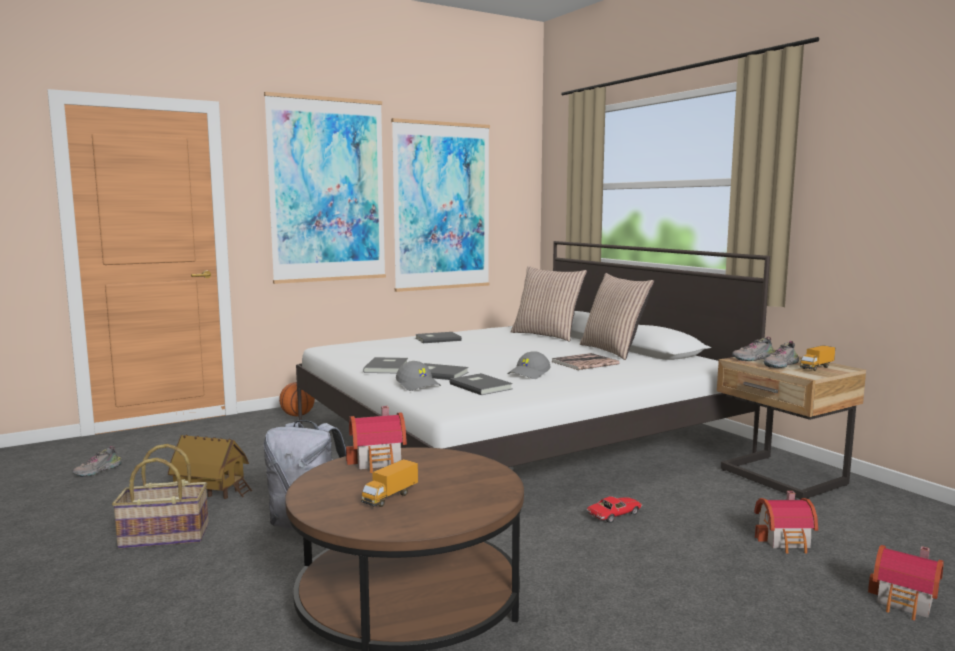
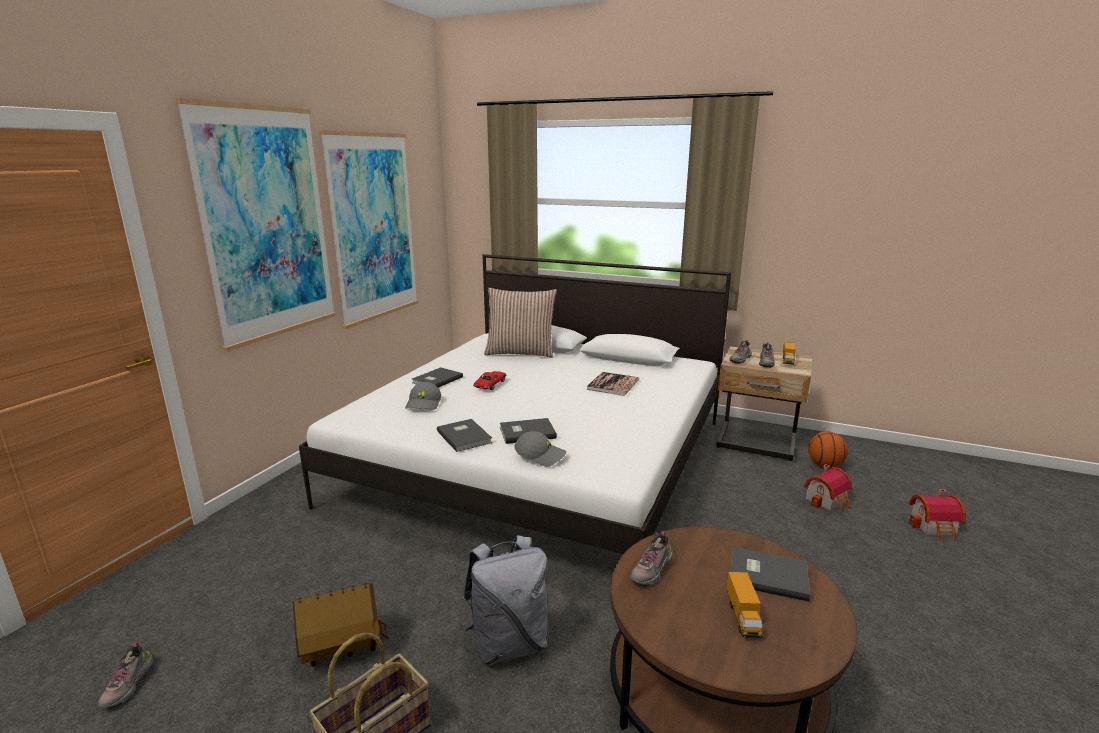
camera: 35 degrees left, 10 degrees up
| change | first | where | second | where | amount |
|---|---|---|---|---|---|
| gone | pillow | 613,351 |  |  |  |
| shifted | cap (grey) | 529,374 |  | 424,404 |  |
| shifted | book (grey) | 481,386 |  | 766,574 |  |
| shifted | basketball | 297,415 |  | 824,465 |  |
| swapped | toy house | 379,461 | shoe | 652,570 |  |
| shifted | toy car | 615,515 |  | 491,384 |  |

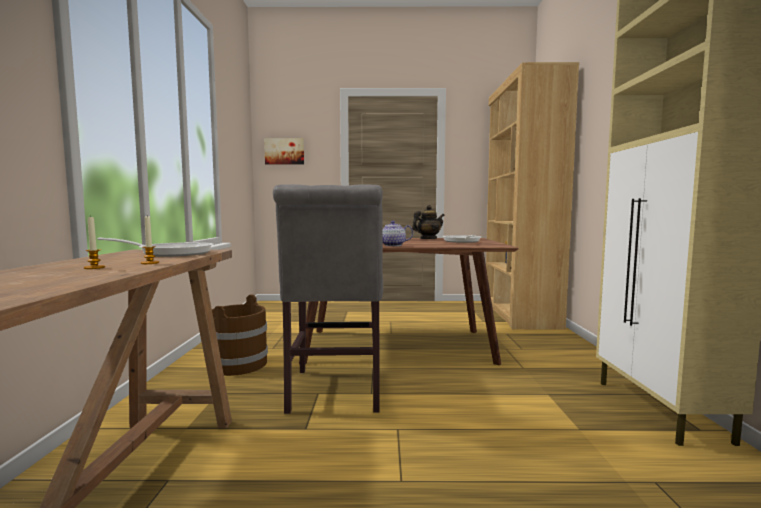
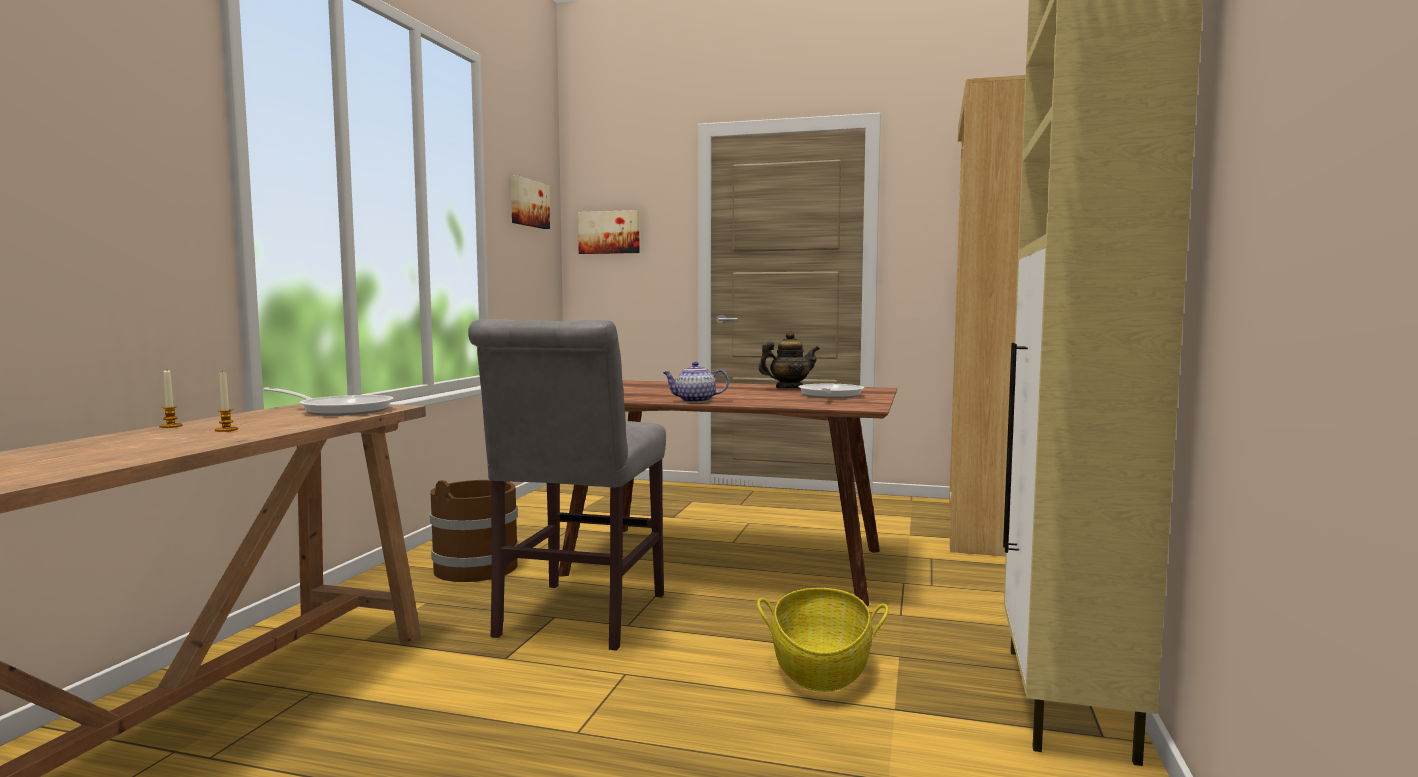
camera: 15 degrees right, 0 degrees up
| change | first | where | second | where | amount |
|---|---|---|---|---|---|
| shifted | candle | 150,263 |  | 171,426 |  |
| new |  |  | picture | 528,203 |  |
| new |  |  | basket | 821,667 |  |

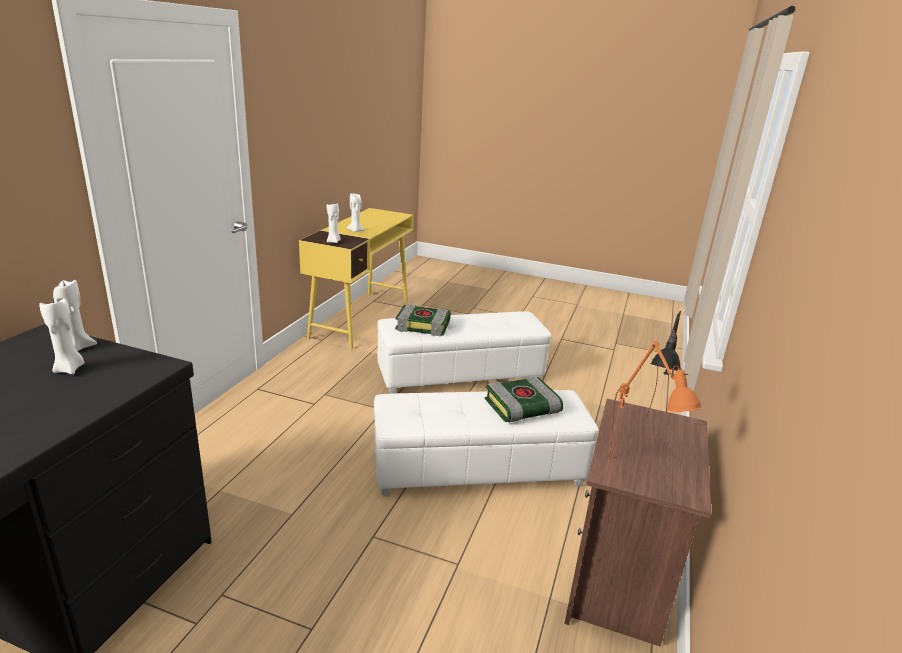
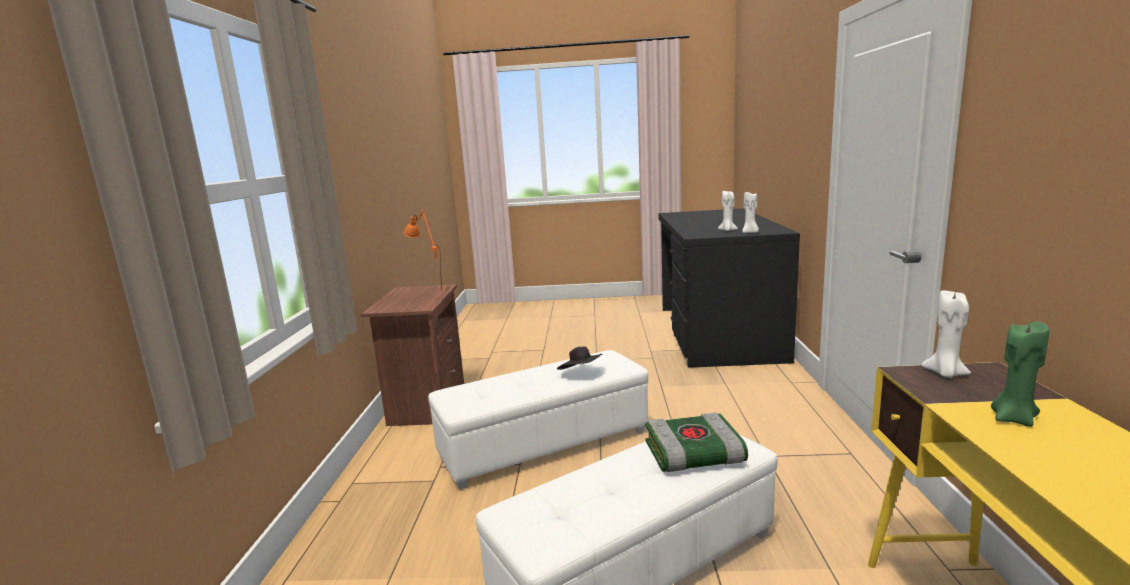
camera: 165 degrees right, 10 degrees down
| change | first | where | second | where | amount |
|---|---|---|---|---|---|
| repainted | candle (white) | 355,231 | candle (green) | 1013,419 |  |
| gone | table lamp (black) | 651,433 |  |  |  |
| gone | book | 521,408 |  |  |  |
| new |  |  | hat (black) | 581,373 |  |

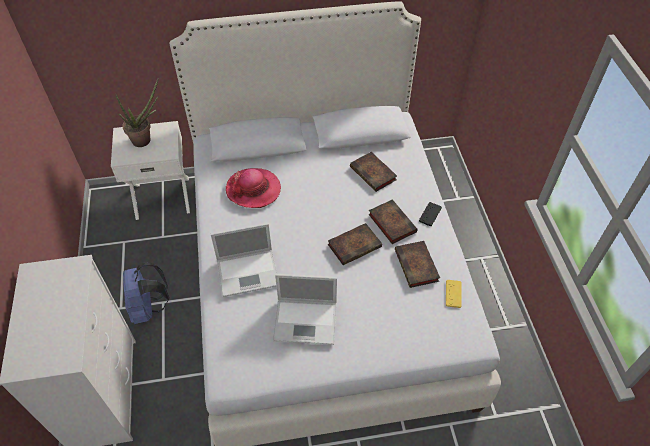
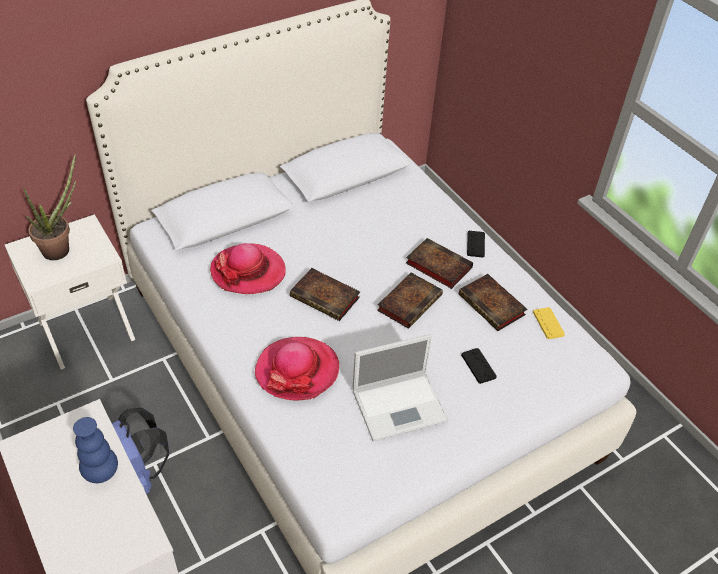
camera: 25 degrees left, 5 degrees down
| change | first | where | second | where | amount |
|---|---|---|---|---|---|
| shifted | book | 374,174 |  | 326,297 |  |
| swapped | laptop | 249,272 | hat | 297,370 |  |
| new |  |  | game controller (black) | 478,366 |  |
| new |  |  | vase (blue) | 101,472 |  |

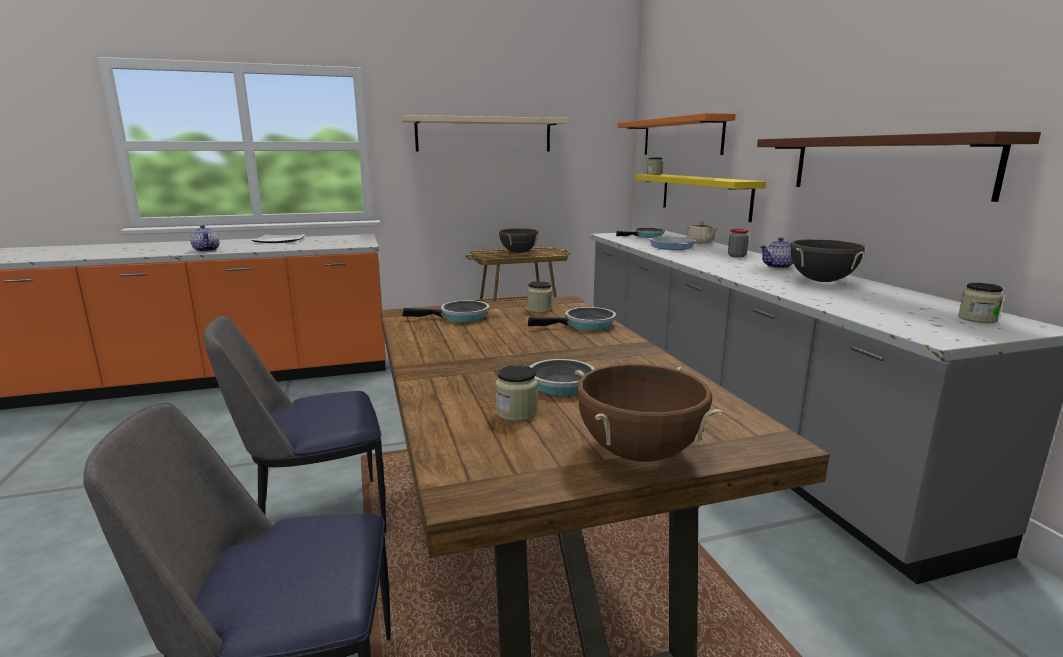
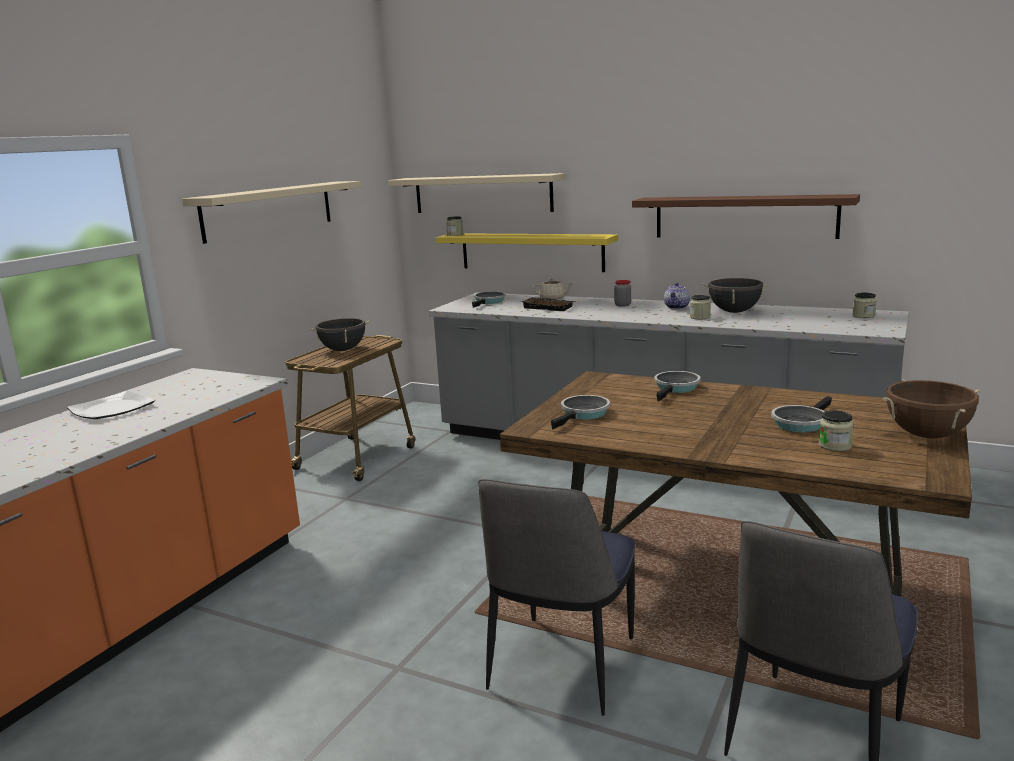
camera: 45 degrees left, 0 degrees up
| change | first | where | second | where | amount |
|---|---|---|---|---|---|
| repainted | shelf (orange) | 681,137 | shelf (beige) | 482,194 |  |
| gone | teapot | 207,250 |  |  |  |
| swapped | frying pan | 672,246 | tray (black) | 549,307 |  |
| shifted | jar | 539,309 |  | 700,317 |  |

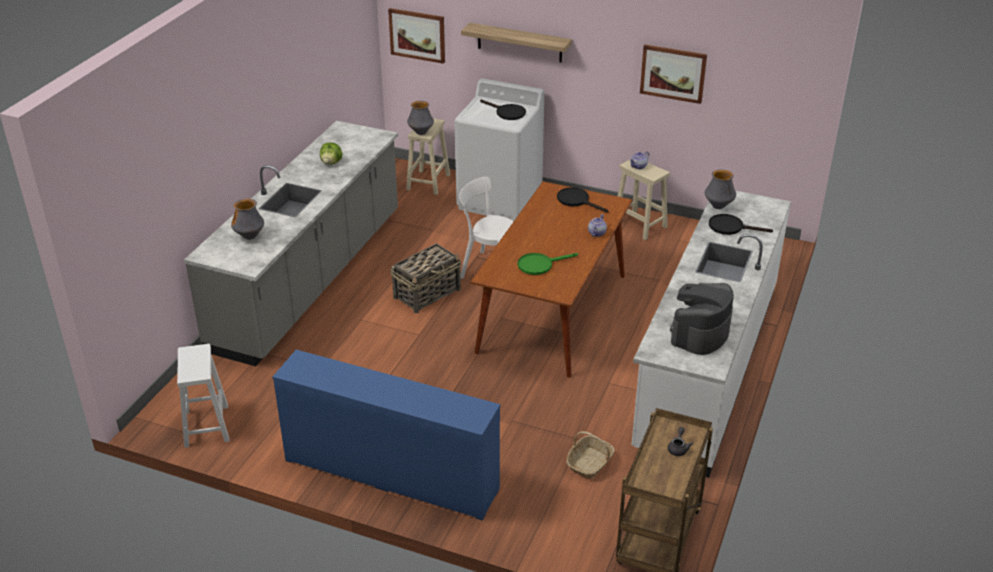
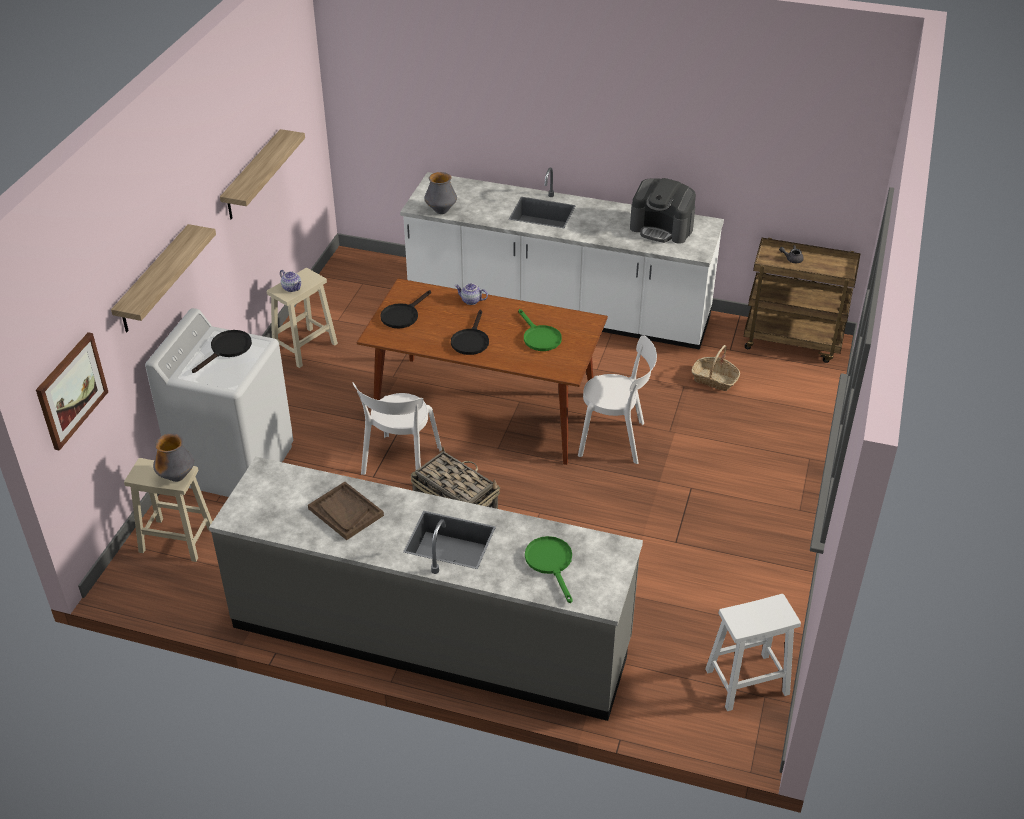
camera: 95 degrees left, 5 degrees up
| change | first | where | second | where | amount |
|---|---|---|---|---|---|
| swapped | picture | 673,73 | shelf | 253,176 |  |
| swapped | lettuce | 331,163 | tray (brown) | 345,512 |  |
| swapped | vase | 249,237 | frying pan (green) | 551,563 |  |
| shifted | frying pan (black) | 731,227 |  | 471,340 |  |
| gone | dresser (blue) | 391,474 |  |  |  |
| new |  |  | chair (white) | 615,440 |  |

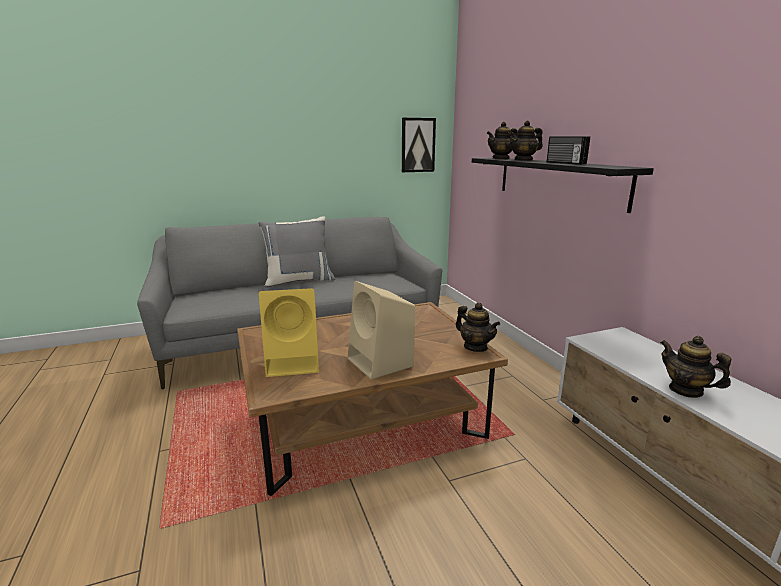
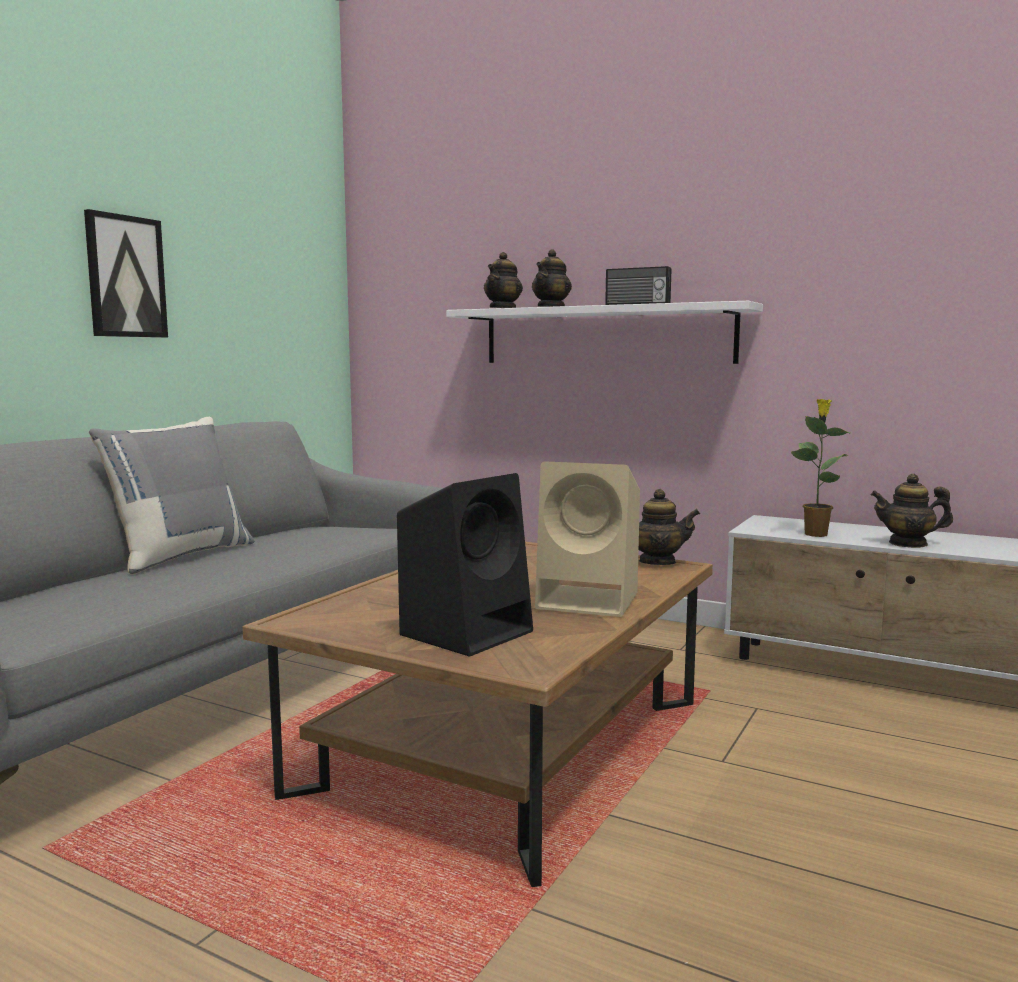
camera: 40 degrees left, 10 degrees down
| change | first | where | second | where | amount |
|---|---|---|---|---|---|
| shifted | picture | 417,145 |  | 125,277 |  |
| repainted | shelf (black) | 557,181 | shelf (white) | 605,335 |  |
| repainted | speaker (yellow) | 295,362 | speaker (black) | 468,632 |  |
| new |  |  | potted plant | 816,534 |  |

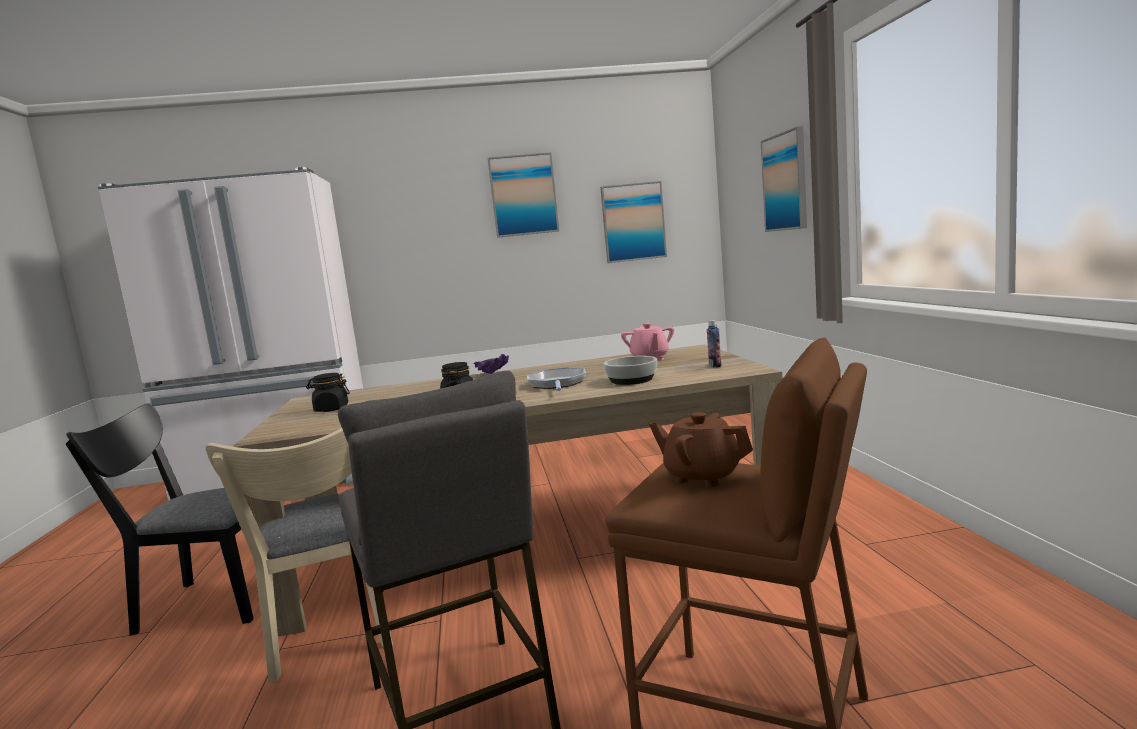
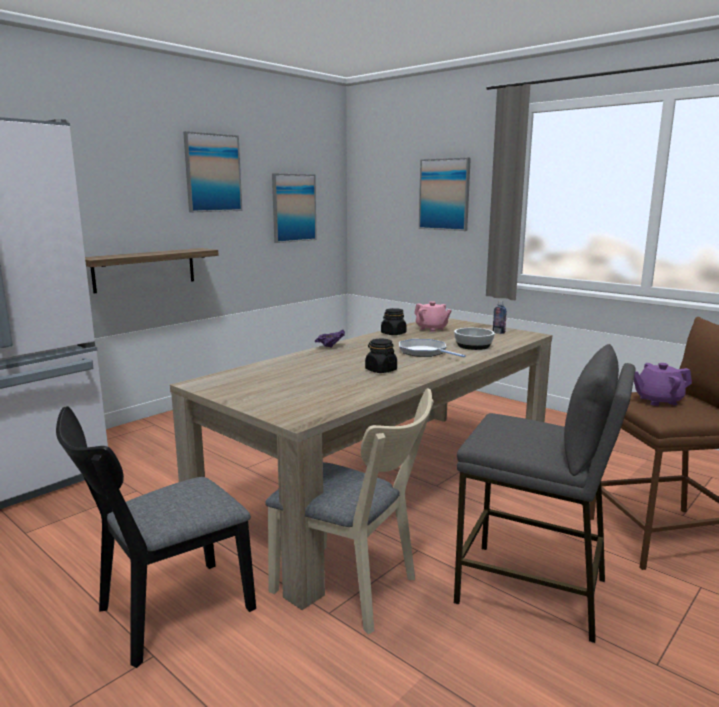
camera: 40 degrees left, 5 degrees up
| change | first | where | second | where | amount |
|---|---|---|---|---|---|
| shifted | jar (black) | 331,409 |  | 393,333 |  |
| repainted | teapot (brown) | 702,476 | teapot (purple) | 657,400 |  |
| new |  |  | shelf | 145,269 |  |

